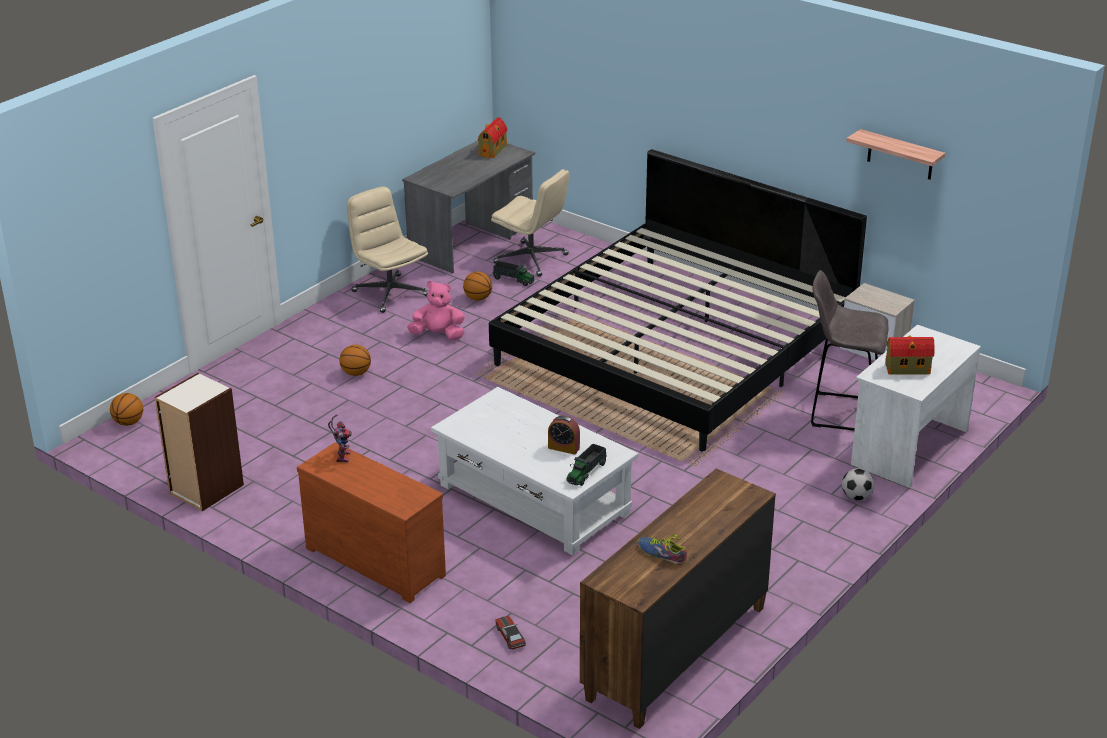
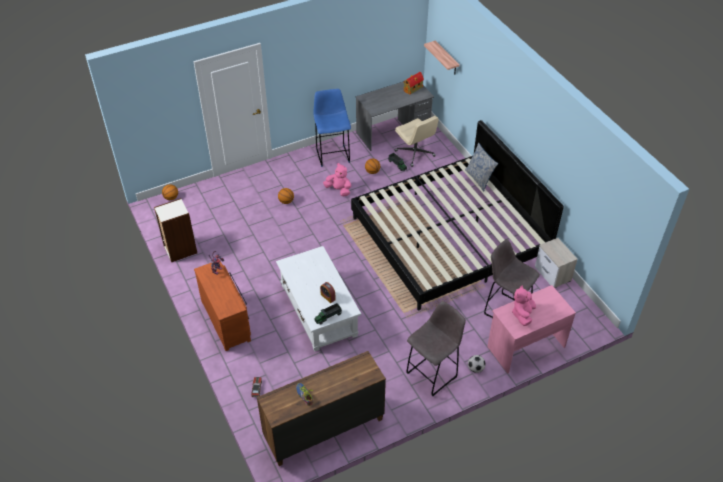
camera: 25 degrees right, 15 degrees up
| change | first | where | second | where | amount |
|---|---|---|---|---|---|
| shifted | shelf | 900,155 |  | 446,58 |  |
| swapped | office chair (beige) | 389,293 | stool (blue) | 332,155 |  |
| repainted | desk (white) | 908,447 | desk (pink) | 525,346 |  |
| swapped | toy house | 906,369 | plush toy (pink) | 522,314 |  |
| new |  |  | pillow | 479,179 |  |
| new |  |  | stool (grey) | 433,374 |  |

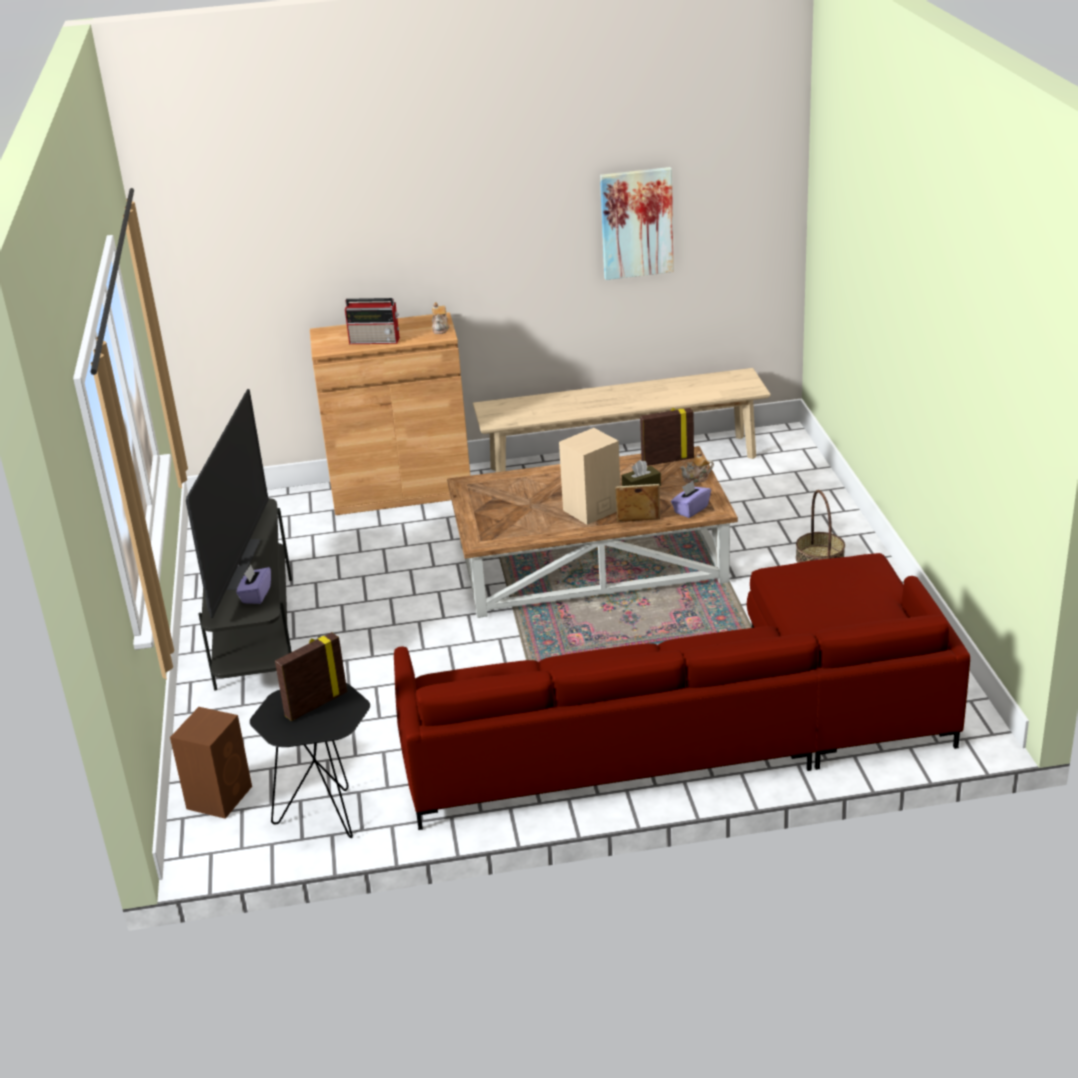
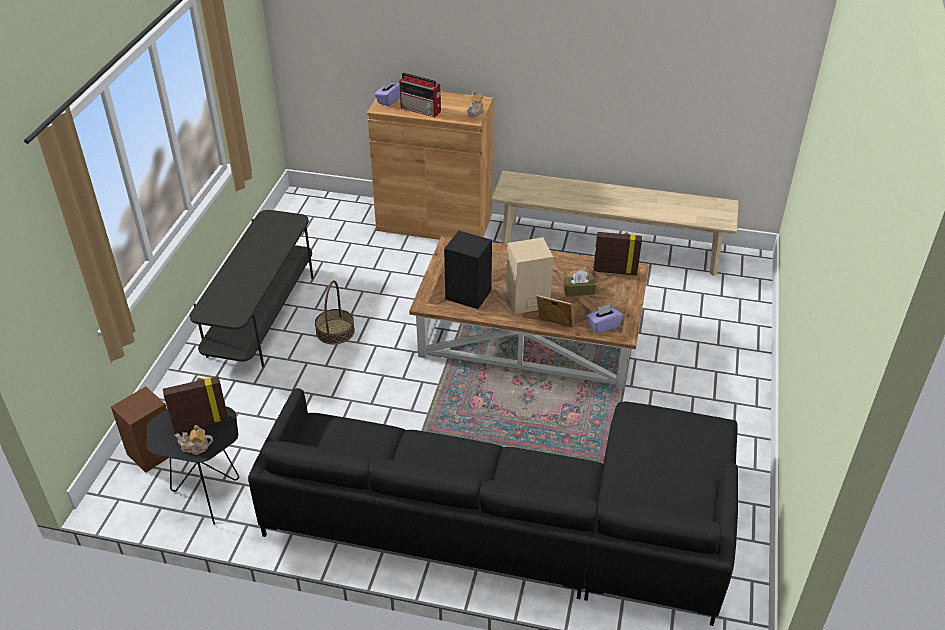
camera: 20 degrees right, 10 degrees up
| change | first | where | second | where | amount |
|---|---|---|---|---|---|
| gone | picture | 636,223 |  |  |  |
| gone | television | 240,565 |  |  |  |
| shifted | teapot | 697,478 |  | 195,447 |  |
| shifted | basket | 819,558 |  | 335,331 |  |
| repainted | sofa (red) | 701,726 | sofa (black) | 520,521 |  |
| shifted | tissue box (purple) | 256,595 |  | 389,100 |  |
| new |  |  | speaker (black) | 469,295 |  |

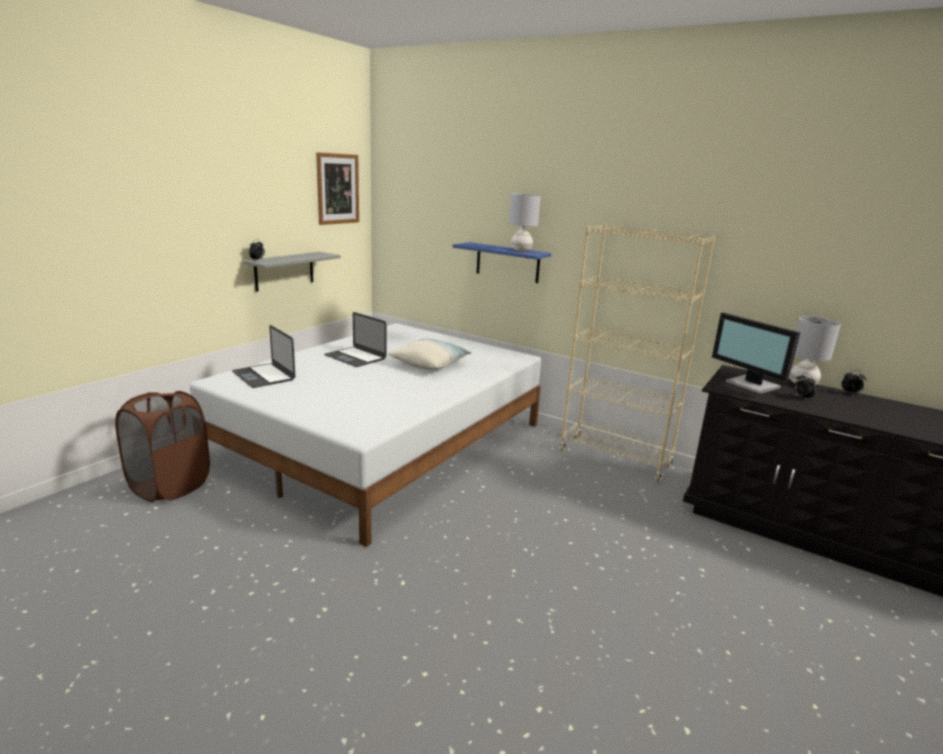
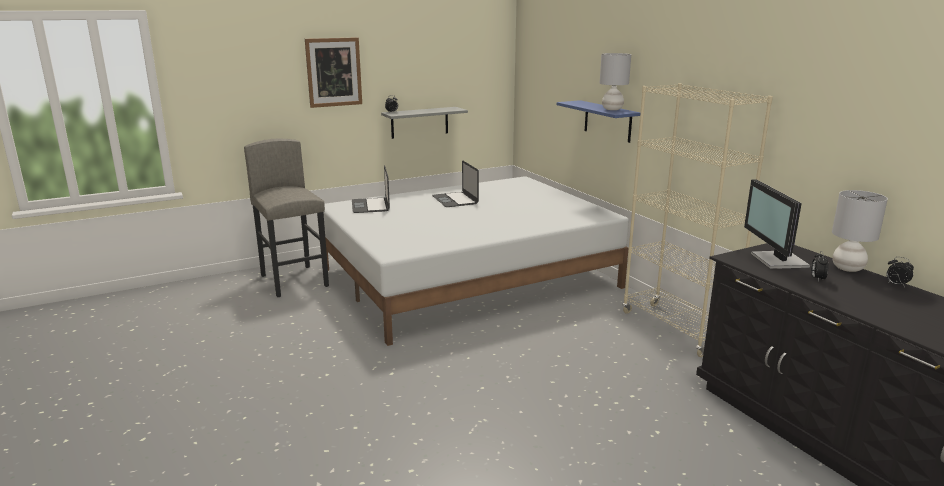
camera: 30 degrees right, 0 degrees up
| change | first | where | second | where | amount |
|---|---|---|---|---|---|
| shifted | picture | 338,189 |  | 334,72 |  |
| gone | pillow | 430,364 |  |  |  |
| swapped | laundry basket (brown) | 170,486 | stool (grey) | 294,281 |  |

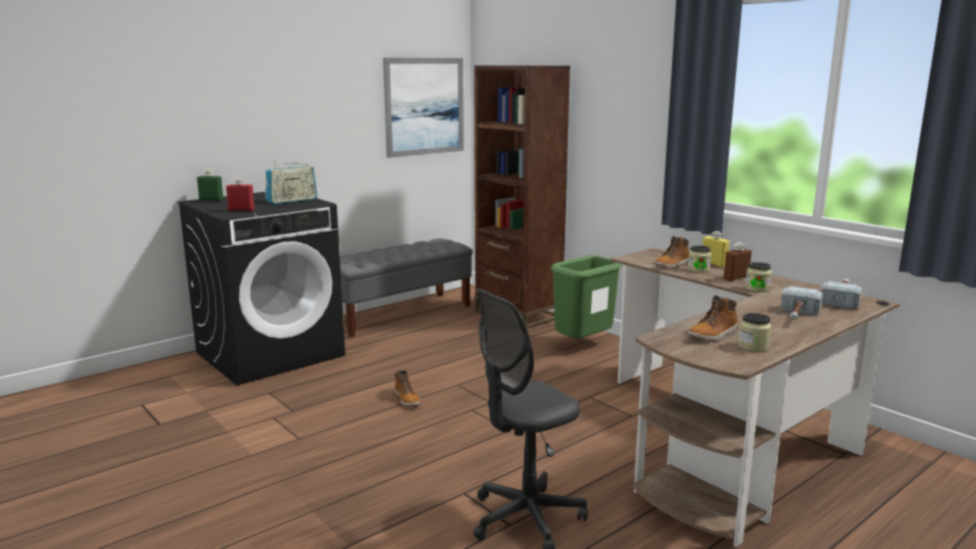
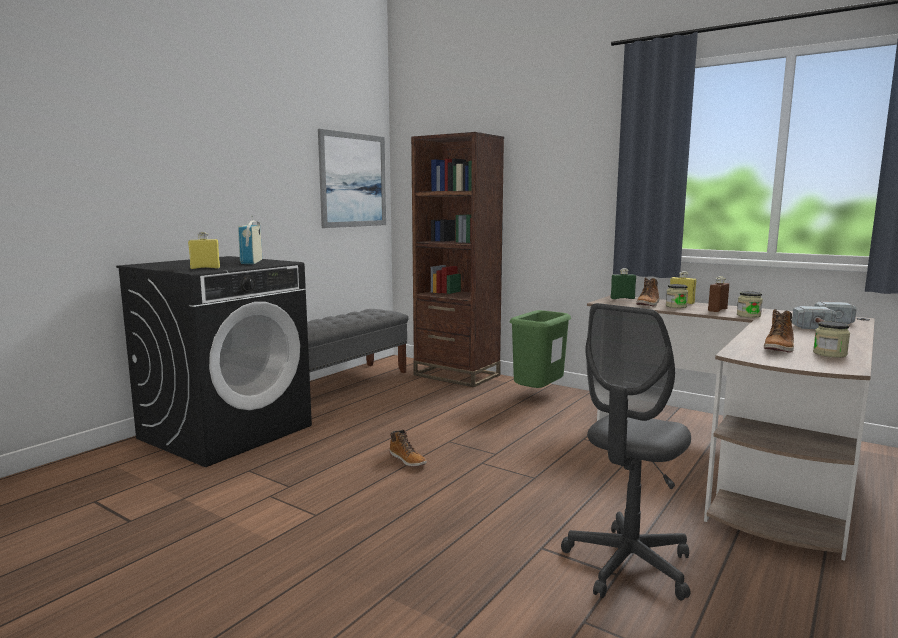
camera: 15 degrees left, 5 degrees down
| change | first | where | second | where | amount |
|---|---|---|---|---|---|
| rotated | radio | 292,201 |  | 252,261 | 135 degrees clockwise |
| shifted | bottle (green) | 211,200 |  | 622,298 |  |
| repainted | bottle (red) | 241,210 | bottle (yellow) | 205,268 |  |

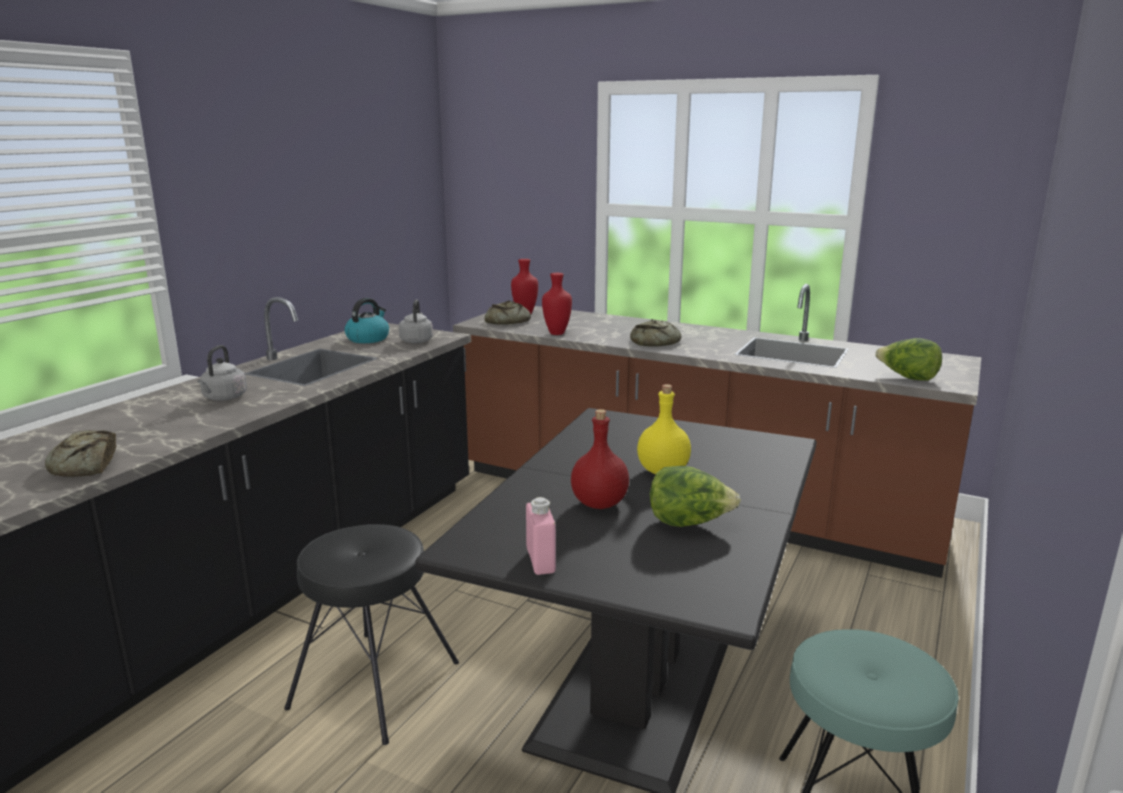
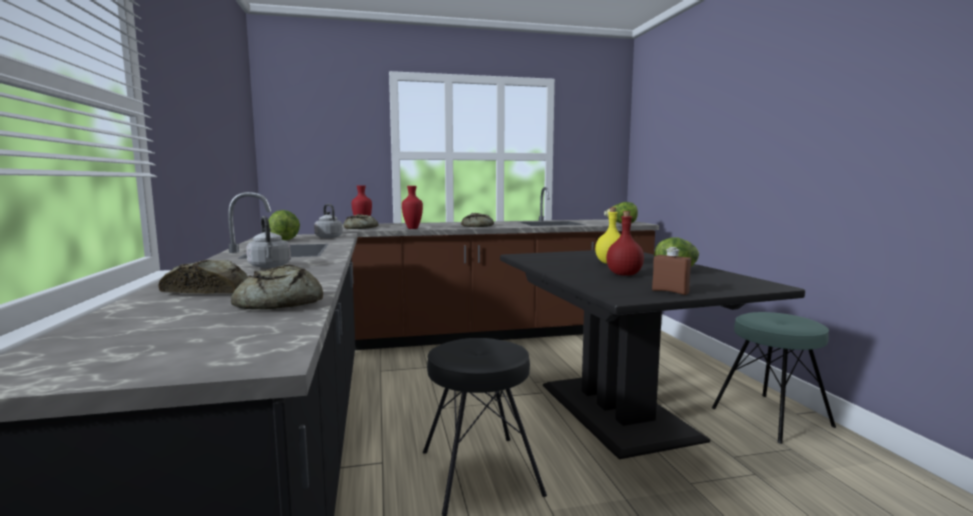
camera: 40 degrees left, 10 degrees down
| change | first | where | second | where | amount |
|---|---|---|---|---|---|
| swapped | kettle | 368,338 | lettuce | 285,239 |  |
| repainted | bottle (pink) | 540,561 | bottle (brown) | 670,291 |  |
| new |  |  | bread | 209,290 |  |

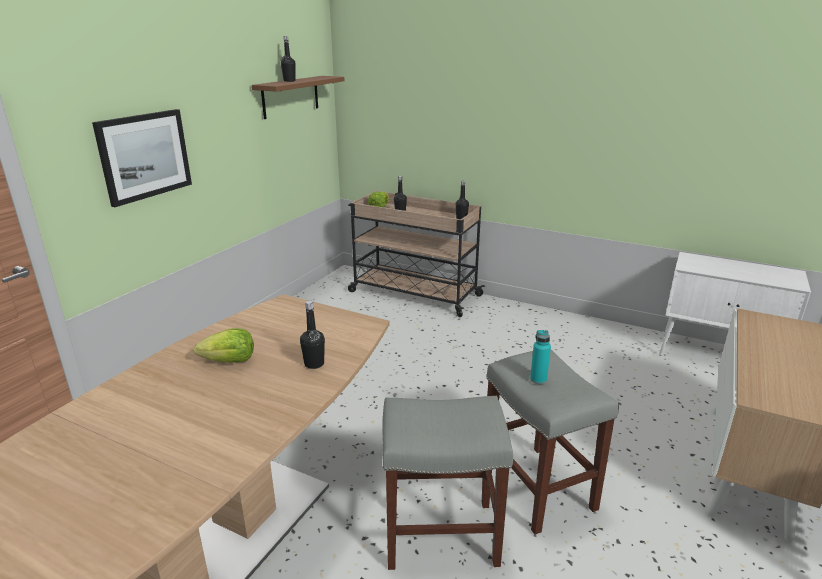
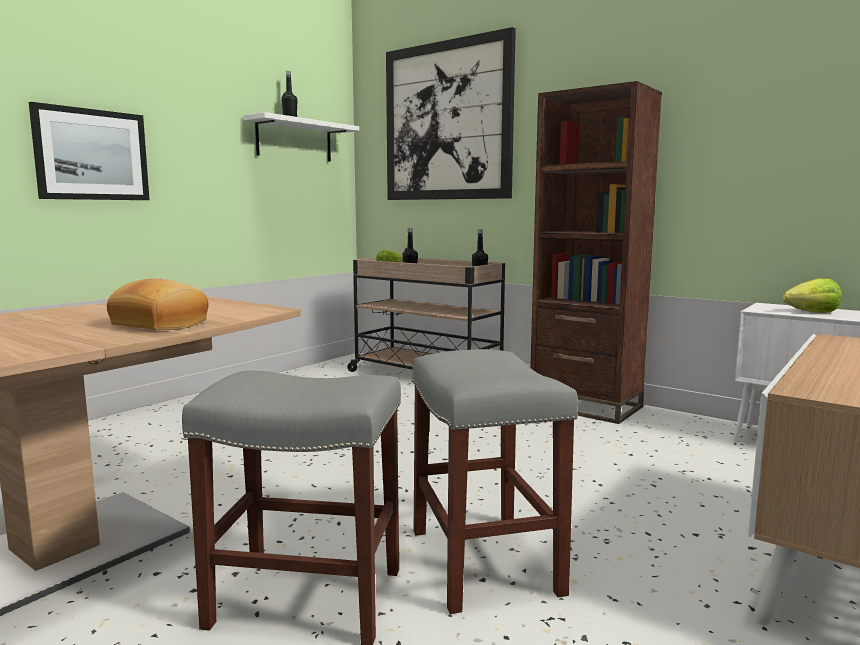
camera: 10 degrees right, 15 degrees down
| change | first | where | second | where | amount |
|---|---|---|---|---|---|
| repainted | shelf (brown) | 290,96 | shelf (white) | 294,140 |  |
| swapped | bottle (black) | 314,364 | bread | 162,324 |  |
| shifted | lettuce | 229,361 |  | 813,312 |  |
| gone | bottle (turquoise) | 538,379 |  |  |  |
| new |  |  | picture | 447,122 |  |
| new |  |  | bookcase (brown) | 585,406 |  |

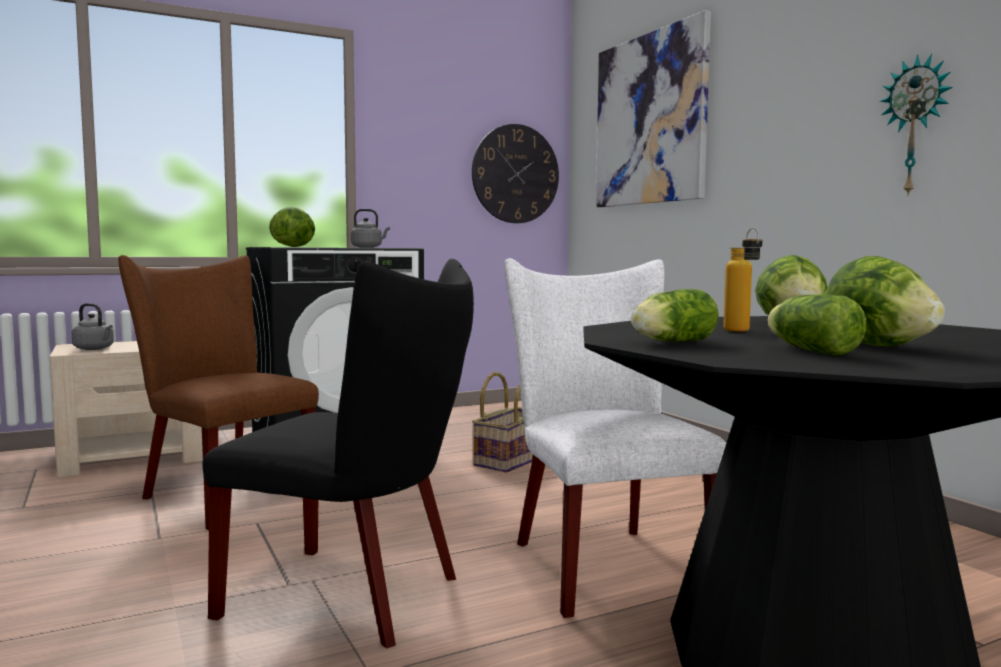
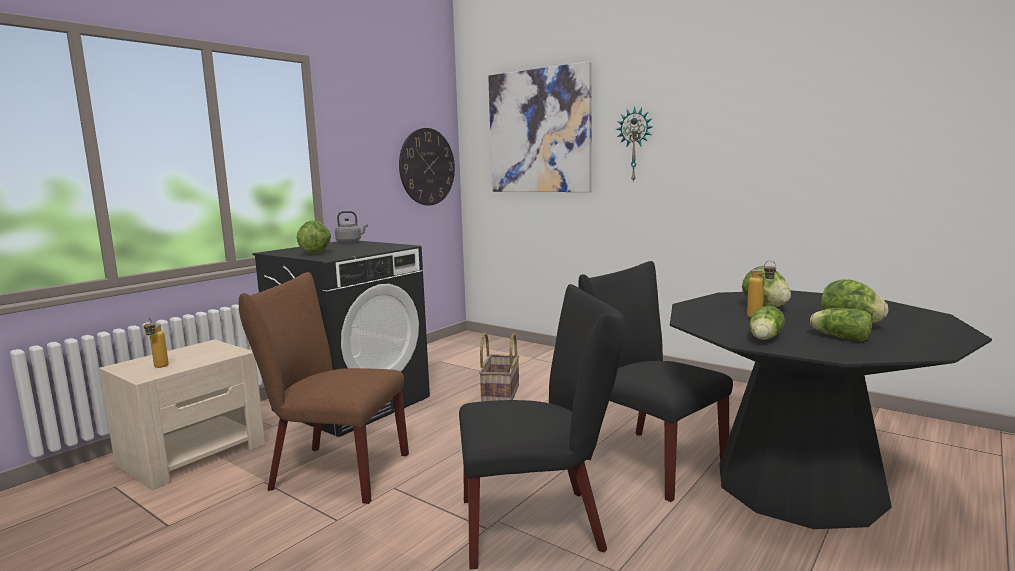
camera: 25 degrees left, 5 degrees up
| change | first | where | second | where | amount |
|---|---|---|---|---|---|
| shifted | wall clock | 916,126 |  | 635,145 |  |
| repainted | chair (white) | 602,562 | chair (black) | 646,459 |  |
| swapped | kettle (grey) | 95,349 | bottle | 158,367 |  |

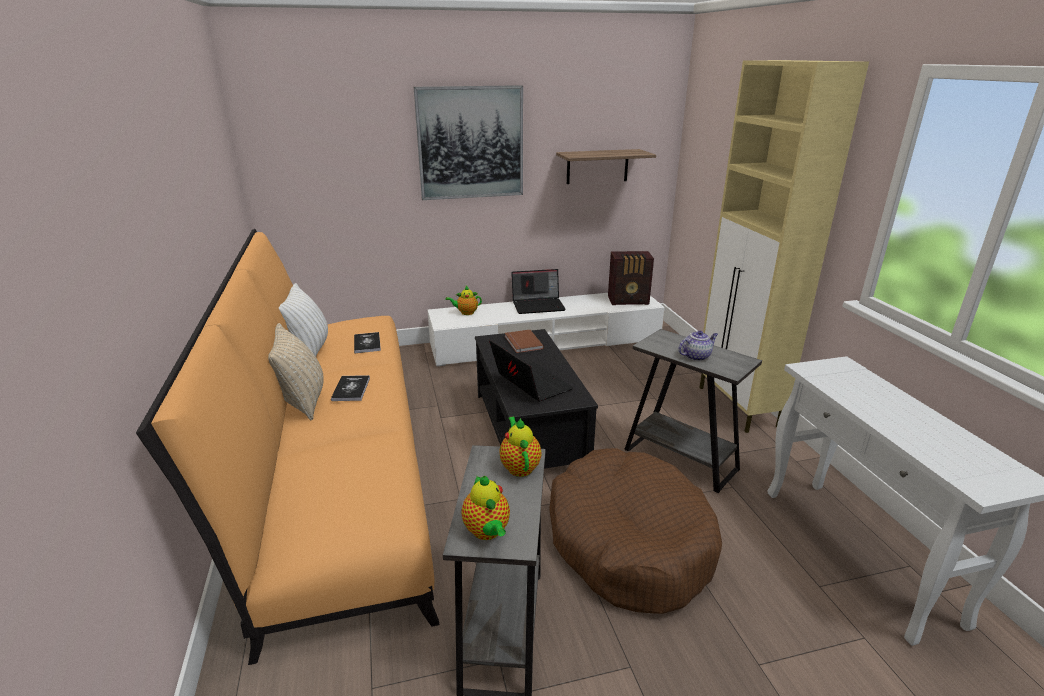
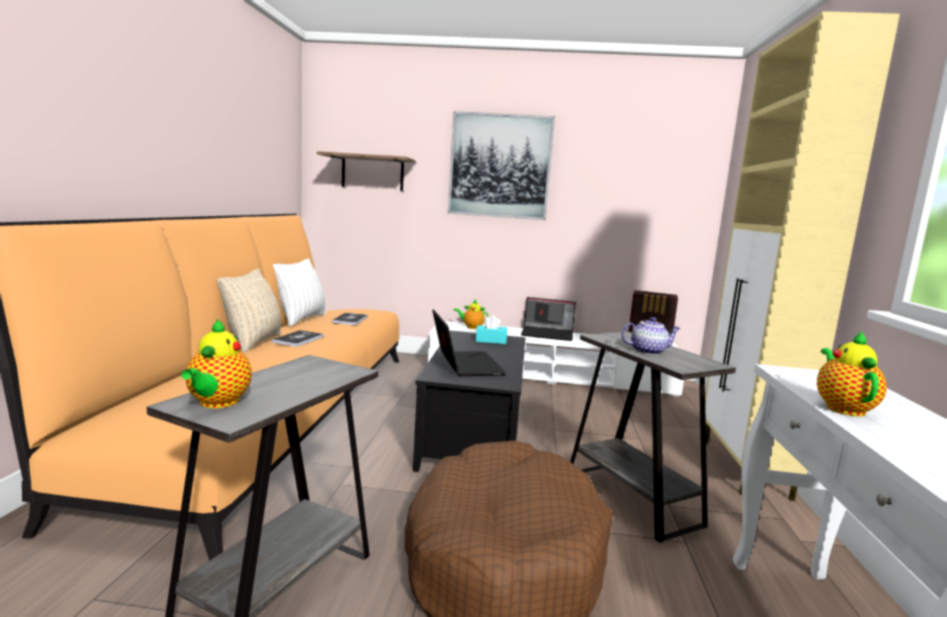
camera: 20 degrees right, 15 degrees down
| change | first | where | second | where | amount |
|---|---|---|---|---|---|
| shifted | shelf | 597,166 |  | 372,173 |  |
| swapped | book (brown) | 522,343 | tissue box (turquoise) | 491,341 |  |
| shifted | teapot | 519,466 |  | 842,408 |  |

